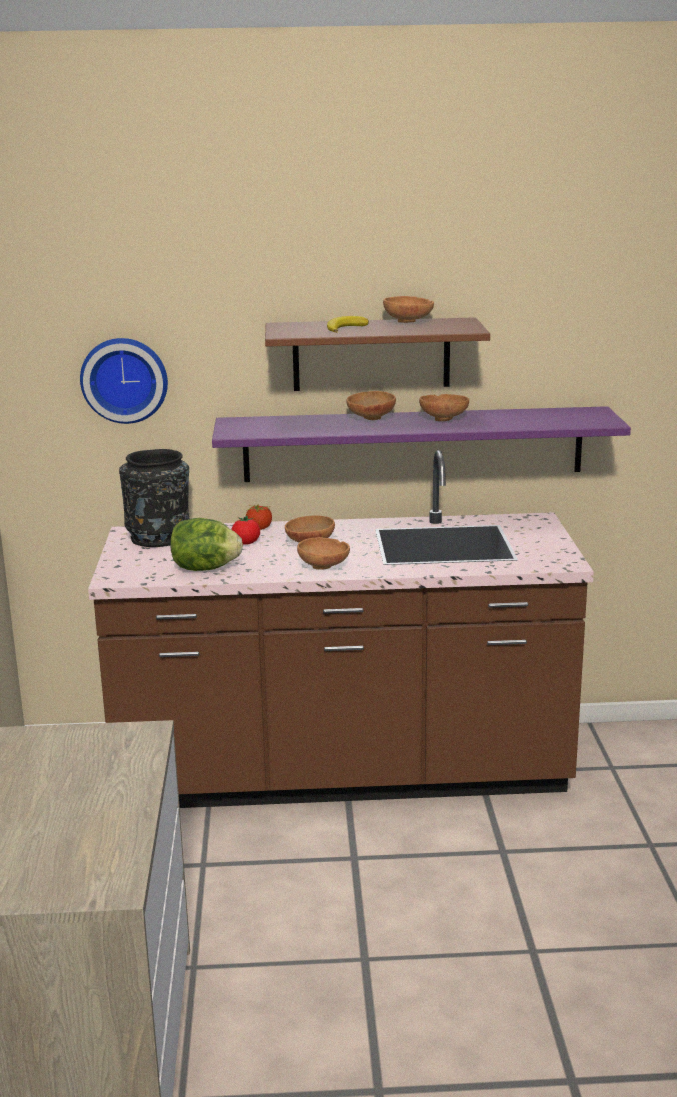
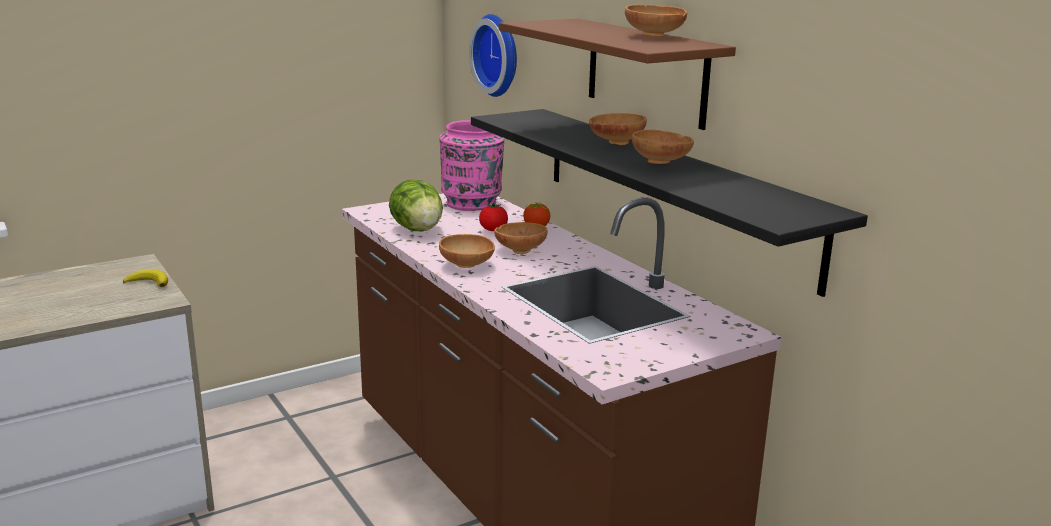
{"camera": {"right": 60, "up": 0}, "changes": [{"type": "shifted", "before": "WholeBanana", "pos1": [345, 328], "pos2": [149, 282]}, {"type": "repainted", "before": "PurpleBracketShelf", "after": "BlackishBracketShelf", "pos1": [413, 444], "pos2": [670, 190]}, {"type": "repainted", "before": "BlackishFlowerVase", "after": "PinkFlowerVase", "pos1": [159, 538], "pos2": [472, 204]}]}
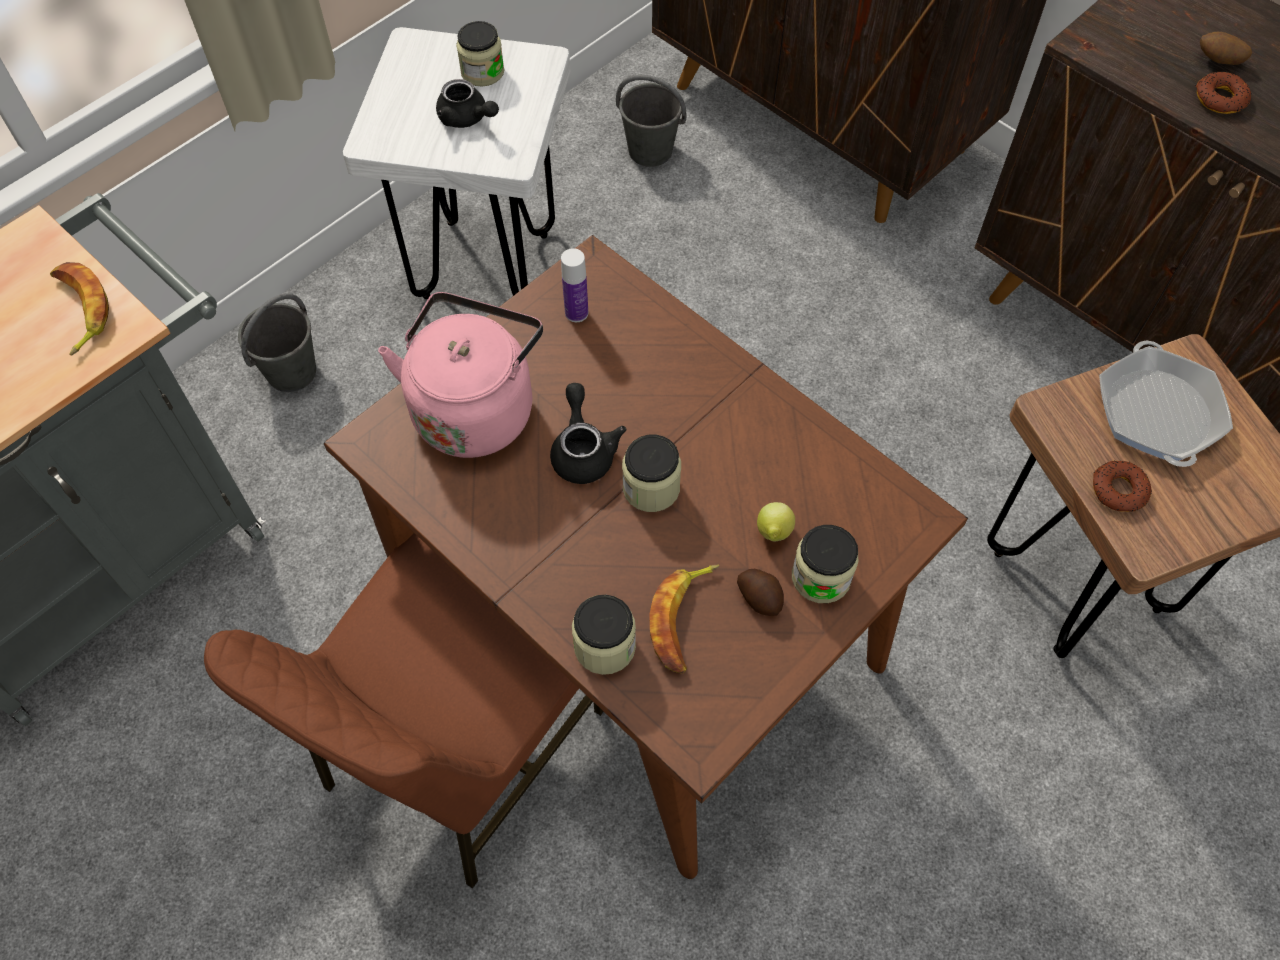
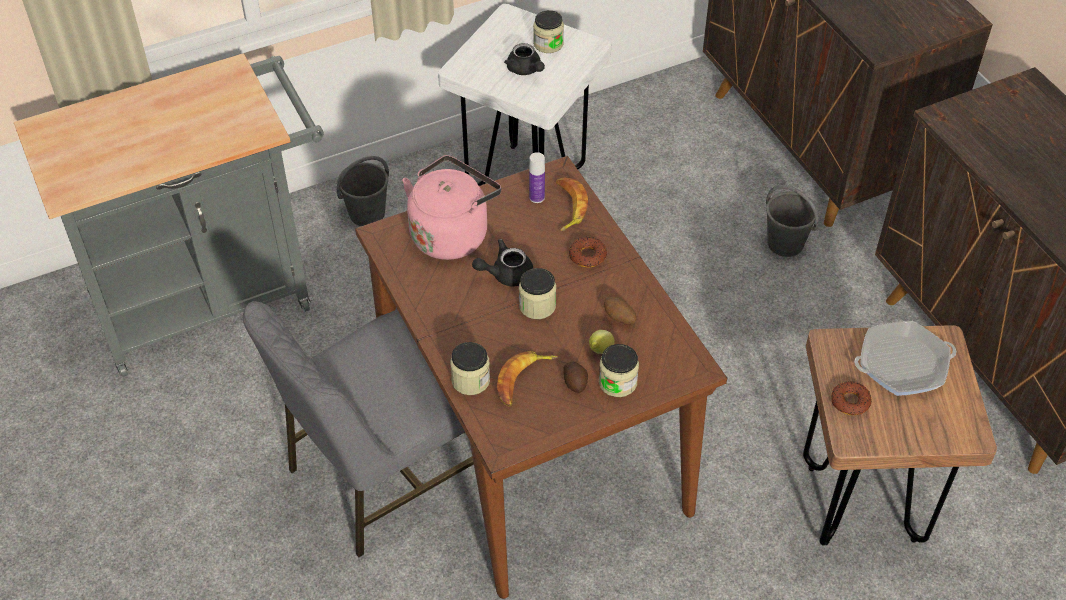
{"camera": {"right": 20, "up": -10}, "changes": [{"type": "shifted", "before": "WholePotato", "pos1": [1218, 61], "pos2": [619, 318]}, {"type": "shifted", "before": "Doughnut", "pos1": [1220, 99], "pos2": [587, 256]}, {"type": "shifted", "before": "GreyWaterBucket", "pos1": [651, 151], "pos2": [786, 244]}, {"type": "shifted", "before": "WholeBanana", "pos1": [79, 310], "pos2": [568, 206]}, {"type": "rotated", "before": "Skillet", "pos1": [1157, 412], "pos2": [902, 364], "turn": -120}, {"type": "rotated", "before": "BlackishTeapot", "pos1": [583, 450], "pos2": [506, 274], "turn": -120}, {"type": "repainted", "before": "BrownColouredPlainChair", "after": "GreyPlainChair", "pos1": [458, 749], "pos2": [383, 474]}]}
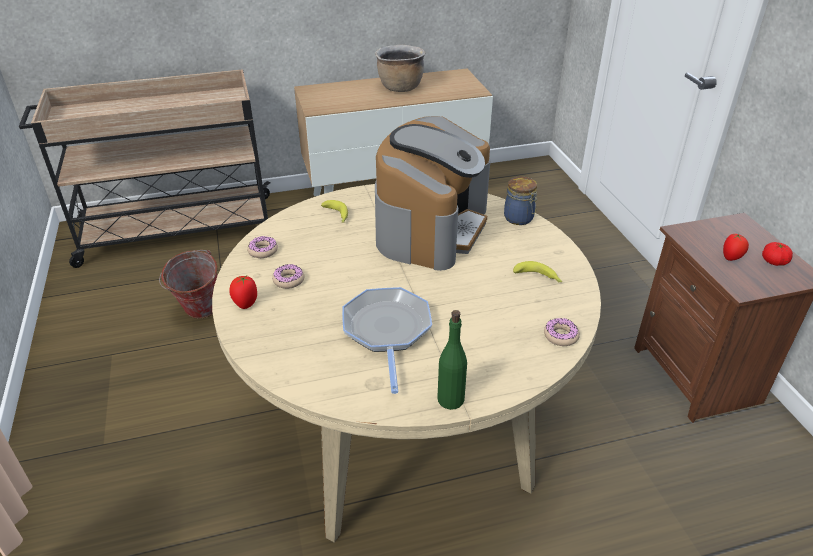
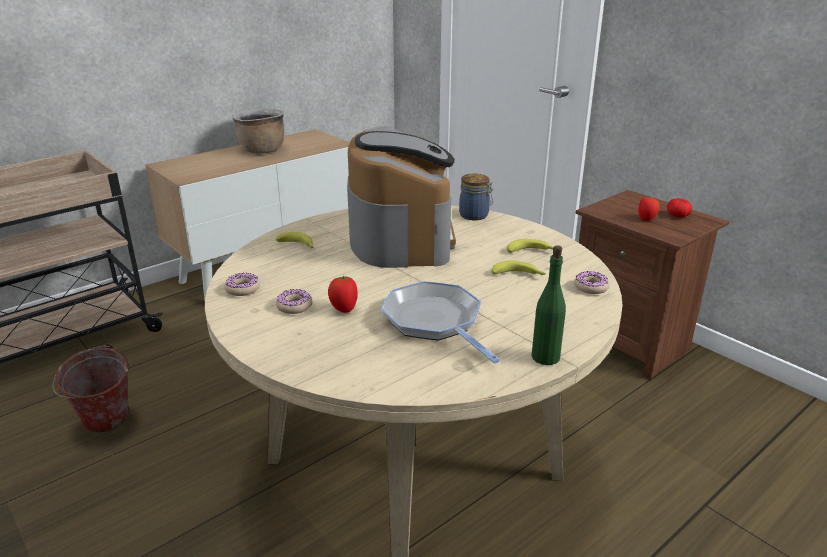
{"camera": {"right": -25, "up": -10}, "changes": [{"type": "shifted", "before": "FreshTomato", "pos1": [246, 303], "pos2": [343, 309]}, {"type": "new", "after": "WholeBanana", "pos2": [518, 275]}]}
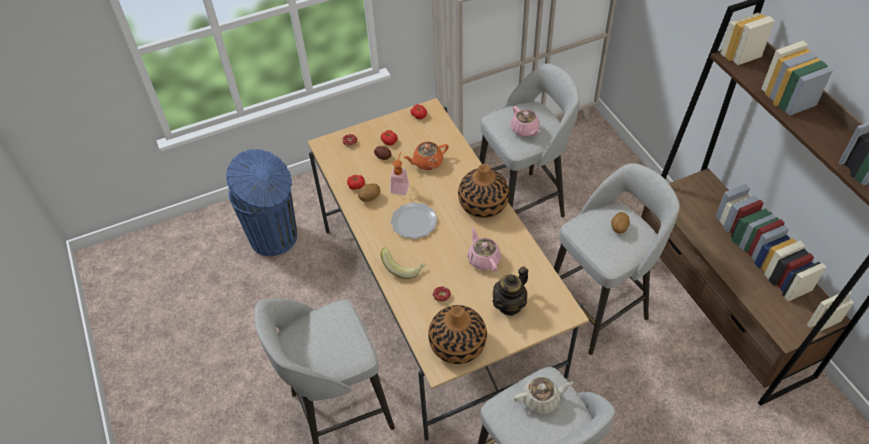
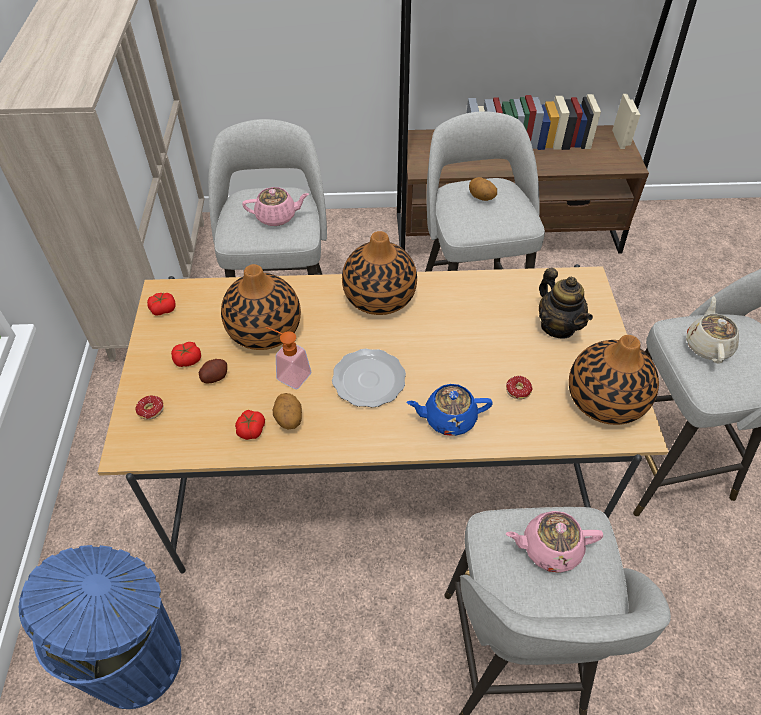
{"camera": {"right": -70, "up": 0}, "changes": [{"type": "swapped", "before": "OrangeyTeapot", "after": "FlowerVase", "pos1": [427, 162], "pos2": [264, 329]}, {"type": "shifted", "before": "PinkTeapot", "pos1": [483, 259], "pos2": [549, 548]}, {"type": "swapped", "before": "WholeBanana", "after": "BlueTeapot", "pos1": [403, 267], "pos2": [448, 418]}]}
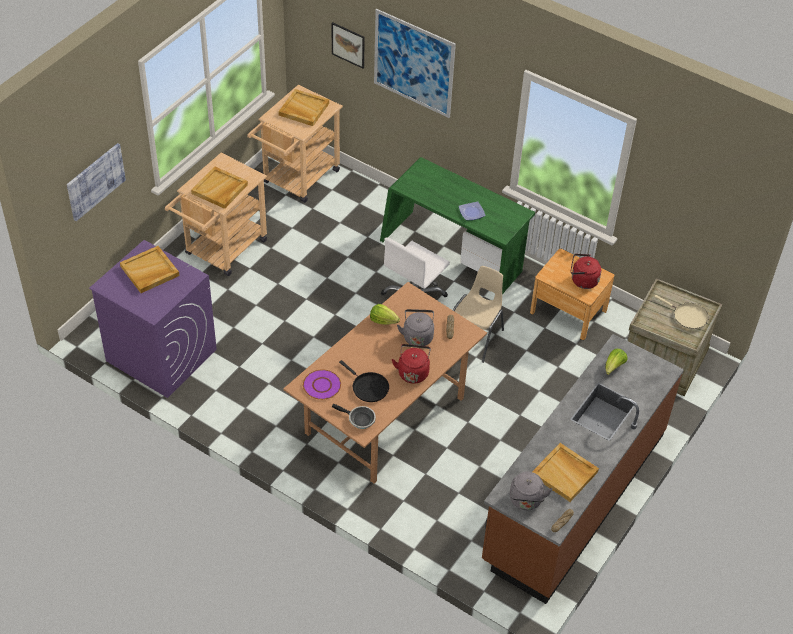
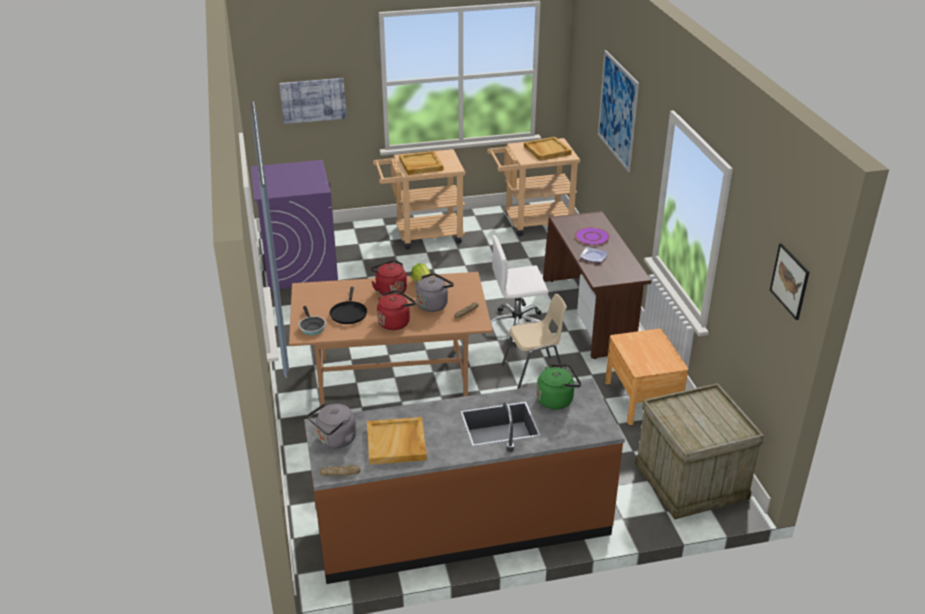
{"camera": {"right": 45, "up": -15}, "changes": [{"type": "shifted", "before": "WallArt", "pos1": [348, 45], "pos2": [790, 281]}, {"type": "repainted", "before": "GreenishDesk", "after": "BrownColouredDesk", "pos1": [452, 255], "pos2": [589, 316]}, {"type": "gone", "before": "BeigeColouredServingTray", "pos1": [149, 271]}, {"type": "shifted", "before": "RedColouredTeaKettle", "pos1": [582, 281], "pos2": [390, 290]}, {"type": "gone", "before": "BeigeColouredSkillet", "pos1": [687, 316]}, {"type": "swapped", "before": "LettuceHead", "after": "GreenishTeaKettle", "pos1": [613, 367], "pos2": [557, 400]}, {"type": "shifted", "before": "PurplePlate", "pos1": [322, 385], "pos2": [592, 237]}]}
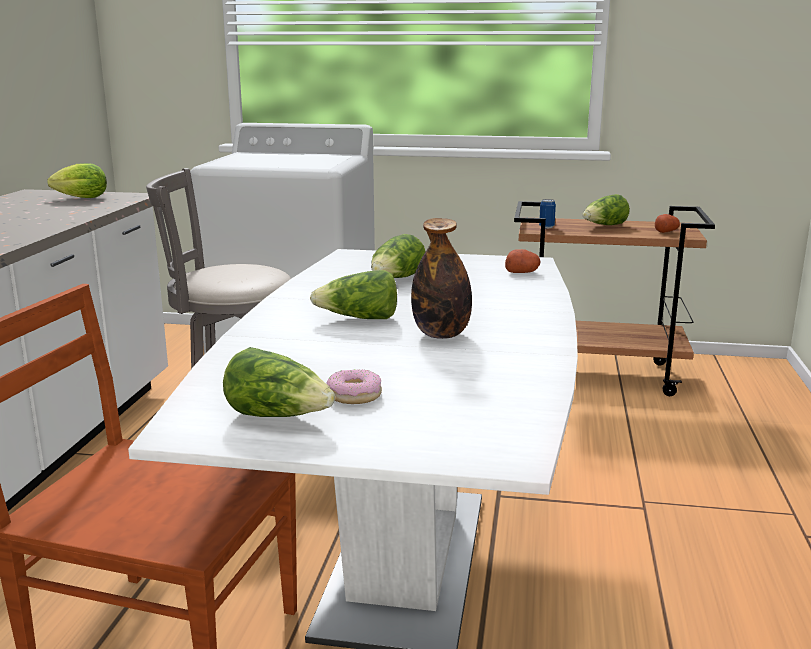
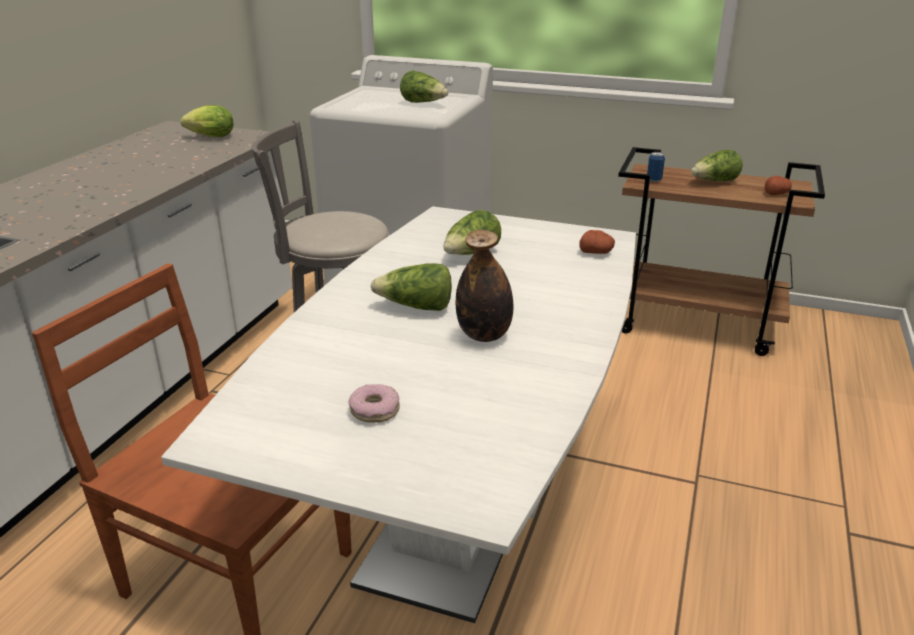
{"camera": {"right": 10, "up": 10}, "changes": [{"type": "shifted", "before": "LettuceHead", "pos1": [278, 416], "pos2": [424, 103]}]}
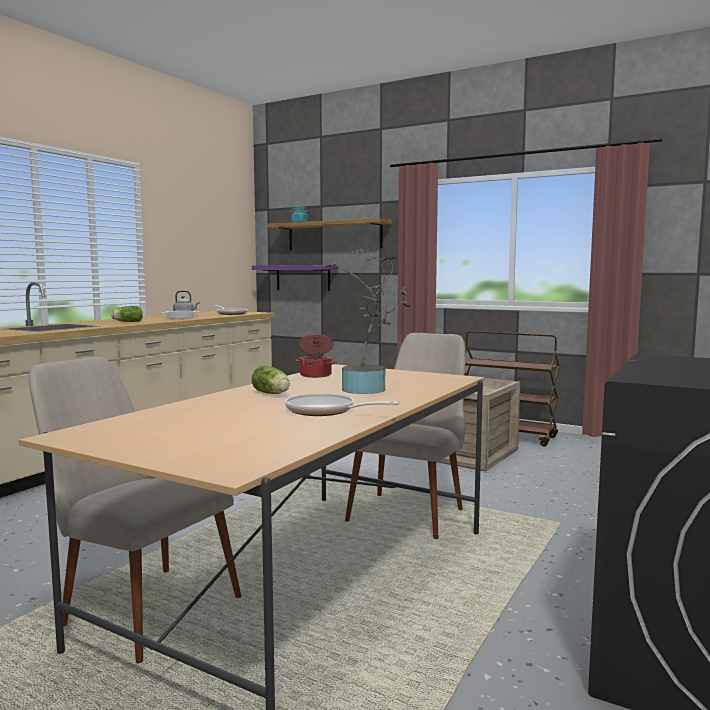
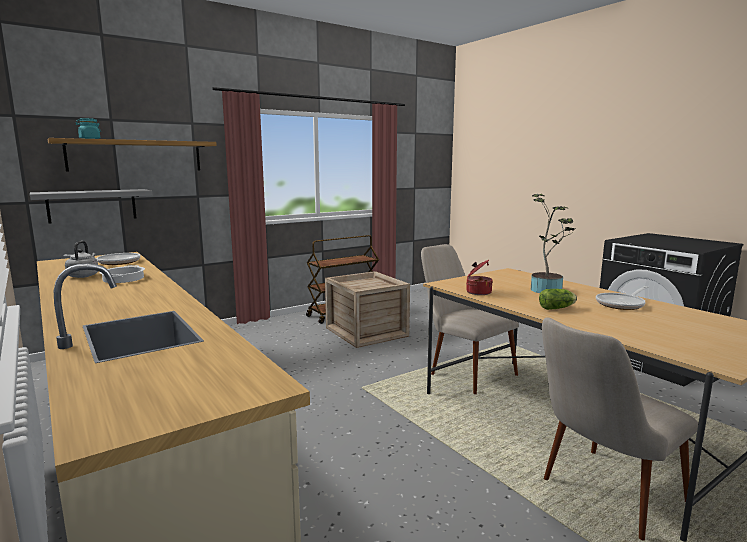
{"camera": {"right": -65, "up": 5}, "changes": [{"type": "repainted", "before": "PurpleBracketShelf", "after": "GreyBracketShelf", "pos1": [303, 278], "pos2": [92, 205]}, {"type": "gone", "before": "LettuceHead", "pos1": [127, 322]}]}
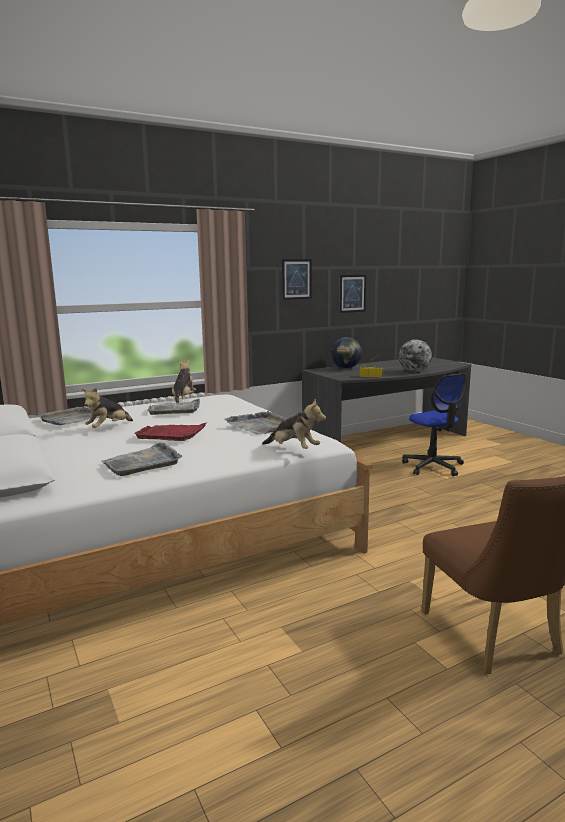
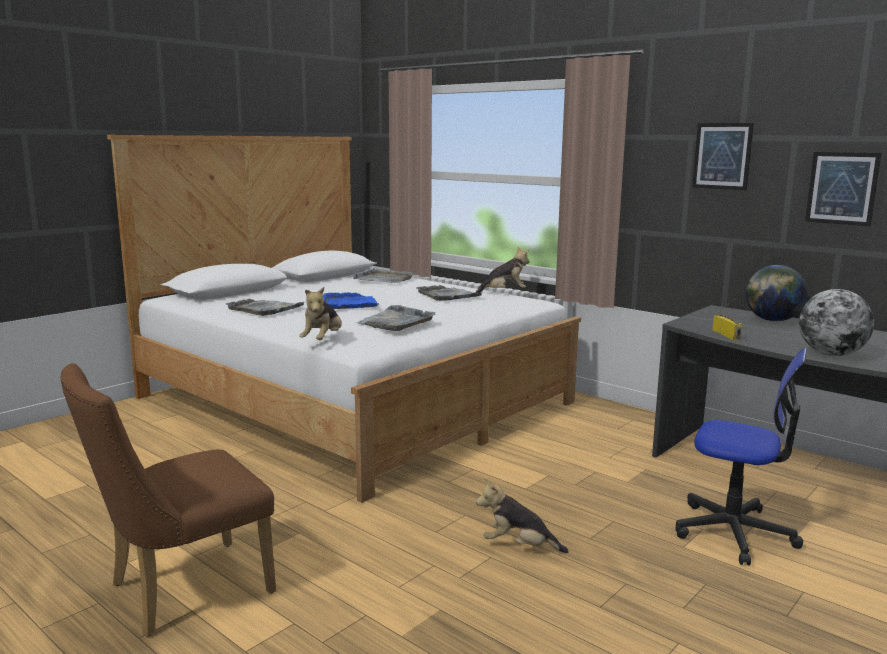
{"camera": {"right": 70, "up": 0}, "changes": [{"type": "rotated", "before": "ComputerChair", "pos1": [433, 466], "pos2": [734, 532], "turn": -105}, {"type": "shifted", "before": "CuddlyToy", "pos1": [108, 428], "pos2": [518, 546]}, {"type": "repainted", "before": "RedColouredServingTray", "after": "BlueServingTray", "pos1": [172, 434], "pos2": [349, 304]}]}
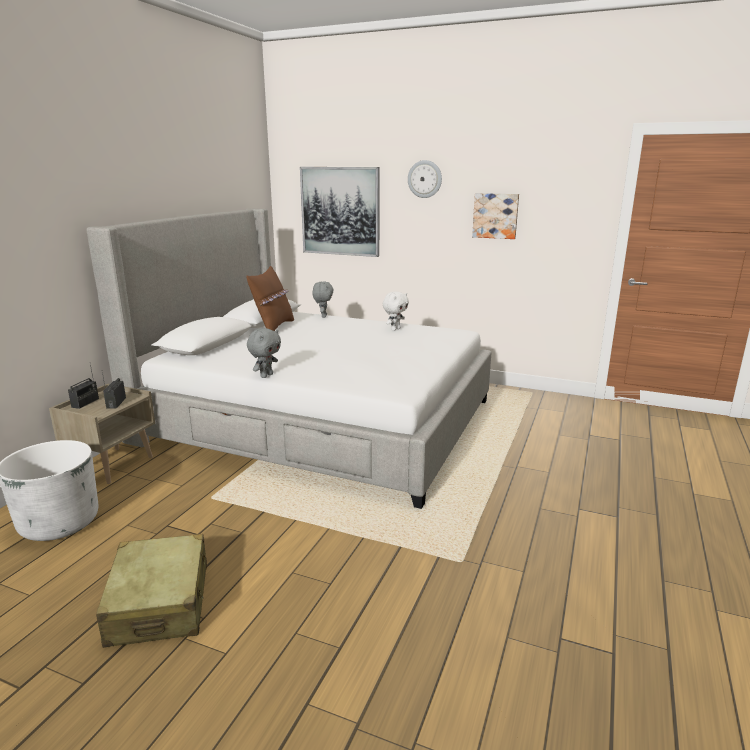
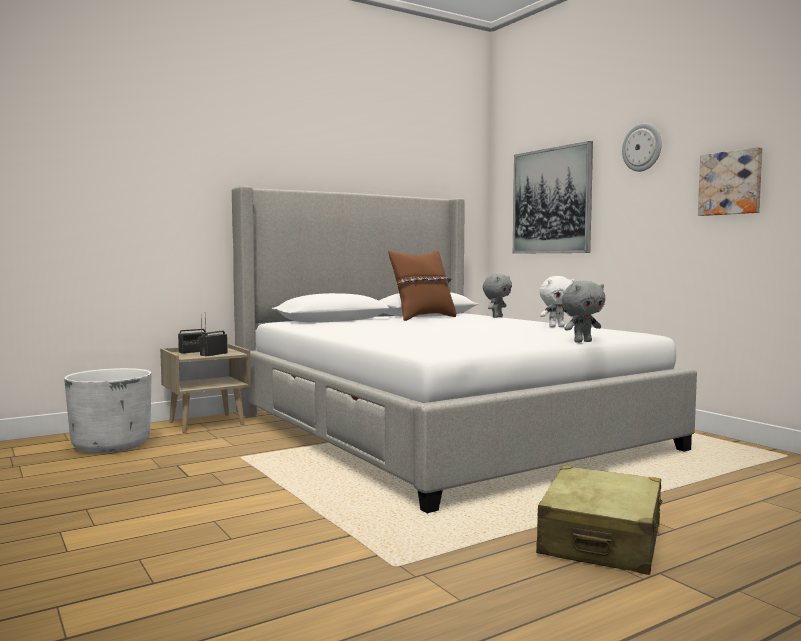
{"camera": {"right": 35, "up": -15}, "changes": [{"type": "shifted", "before": "GreyCuddlyToy", "pos1": [266, 375], "pos2": [582, 341]}, {"type": "shifted", "before": "BeigeColouredSuitcase", "pos1": [160, 603], "pos2": [601, 540]}]}
